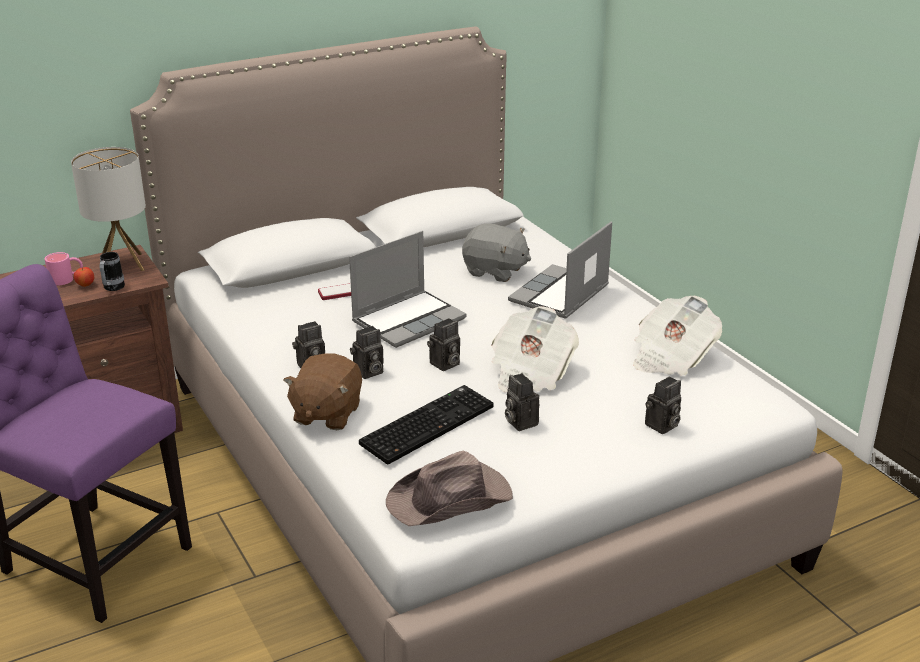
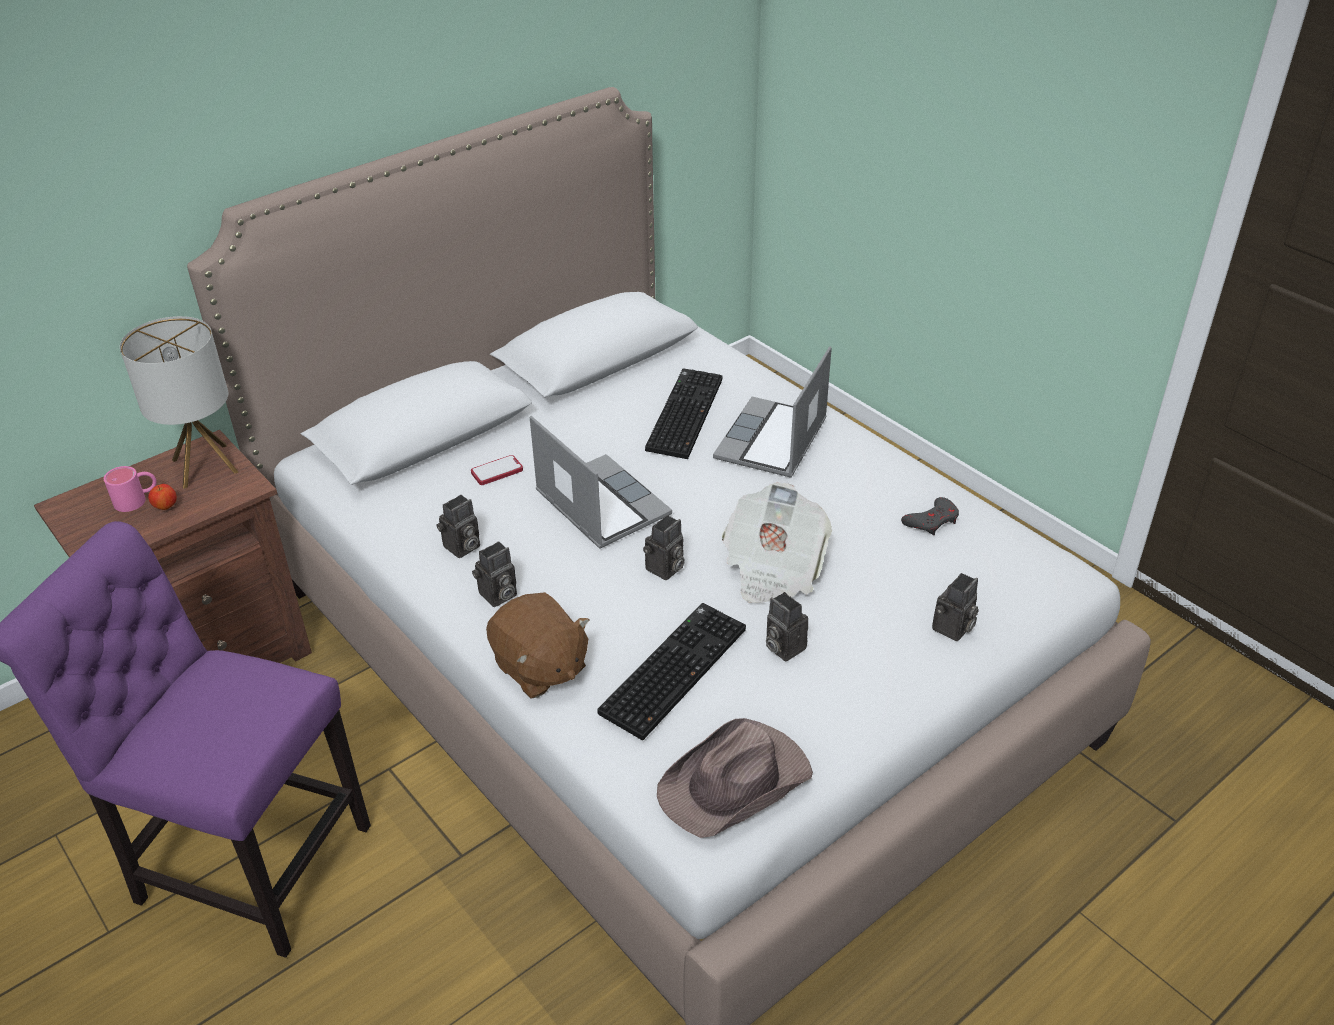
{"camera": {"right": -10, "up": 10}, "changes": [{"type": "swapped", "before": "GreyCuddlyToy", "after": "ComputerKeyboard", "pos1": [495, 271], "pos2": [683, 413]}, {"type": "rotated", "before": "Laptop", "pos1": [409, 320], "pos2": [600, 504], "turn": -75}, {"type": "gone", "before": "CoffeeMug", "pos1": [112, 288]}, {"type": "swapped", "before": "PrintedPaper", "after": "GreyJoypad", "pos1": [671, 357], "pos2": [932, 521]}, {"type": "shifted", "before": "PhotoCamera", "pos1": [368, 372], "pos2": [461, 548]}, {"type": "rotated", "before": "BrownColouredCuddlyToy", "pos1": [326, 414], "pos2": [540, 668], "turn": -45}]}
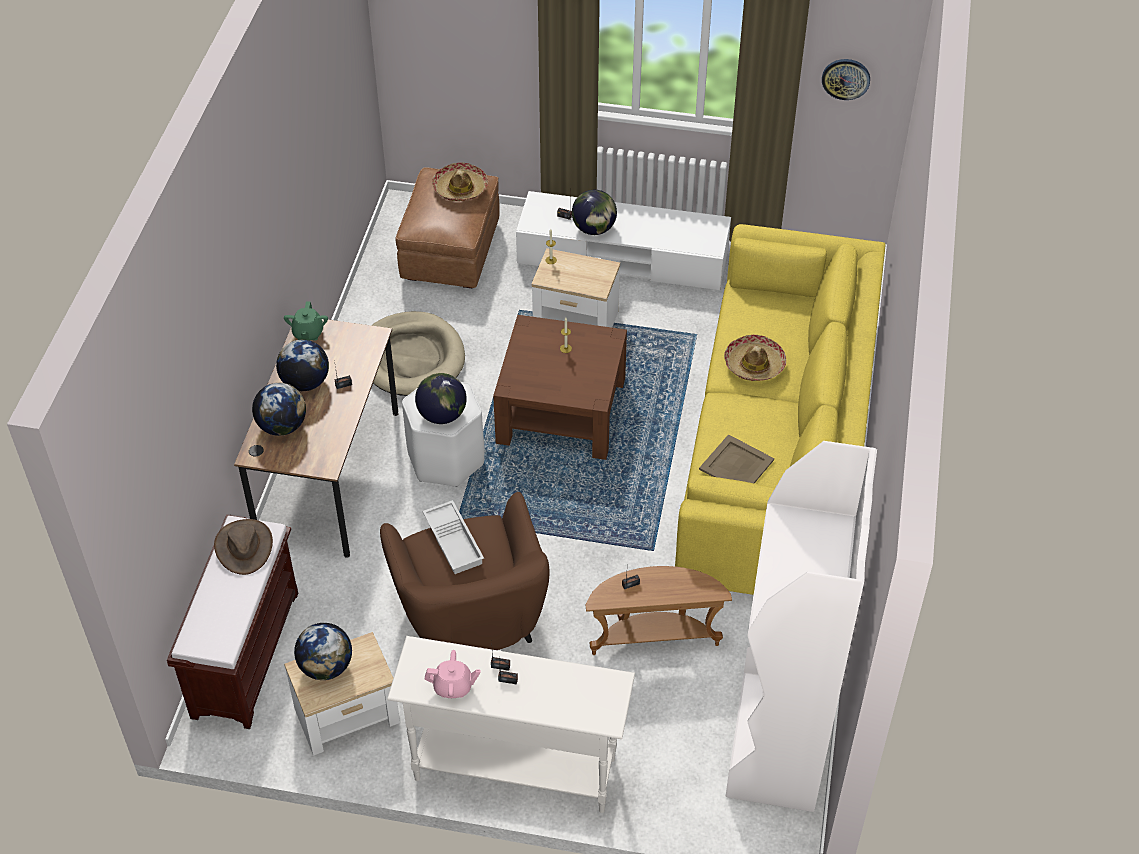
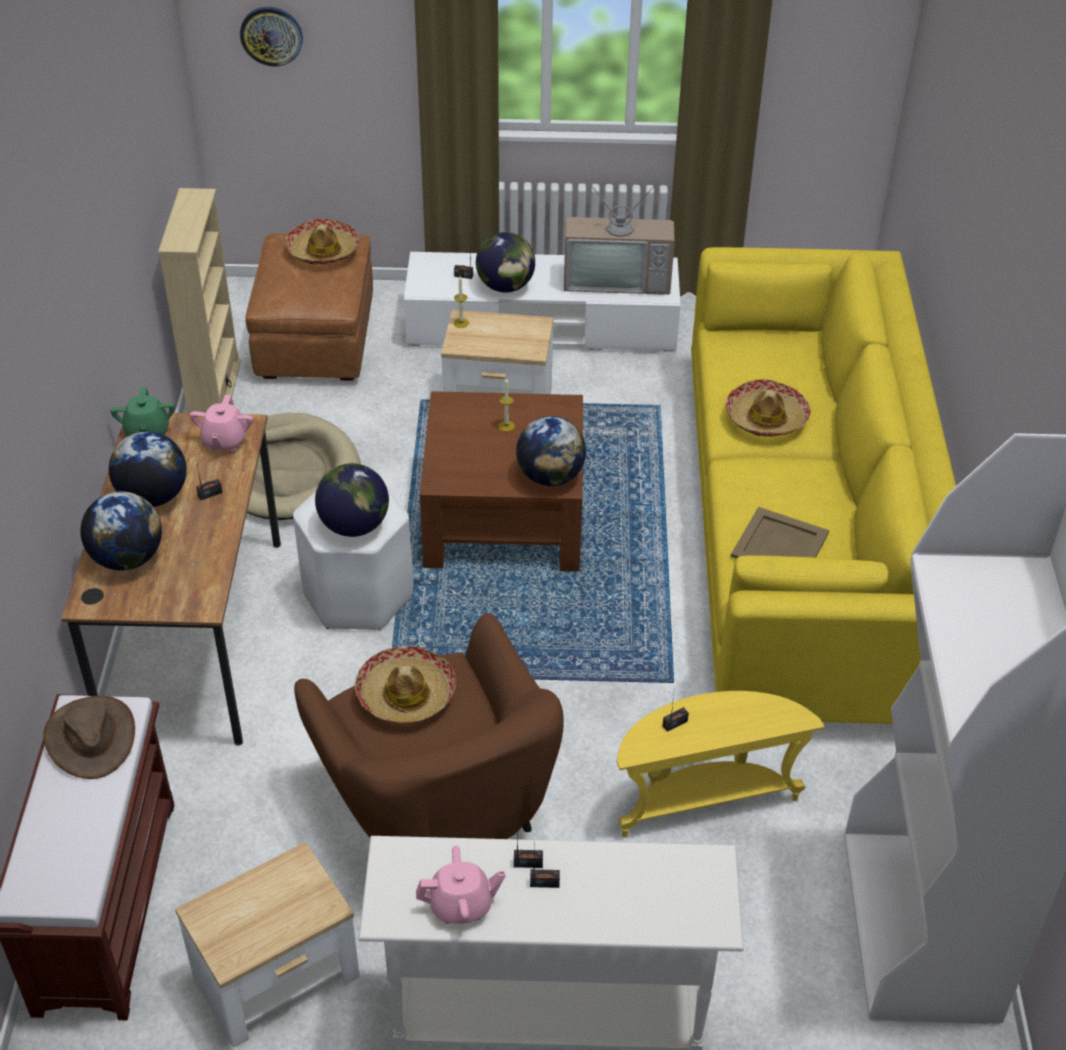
{"camera": {"right": -10, "up": -5}, "changes": [{"type": "shifted", "before": "ClockOnTheWall", "pos1": [846, 78], "pos2": [271, 35]}, {"type": "swapped", "before": "WhiteServingTray", "after": "Hat", "pos1": [455, 541], "pos2": [405, 694]}, {"type": "repainted", "before": "BrownColouredSideTable", "after": "YellowSideTable", "pos1": [653, 636], "pos2": [703, 799]}, {"type": "shifted", "before": "WorldGlobe", "pos1": [326, 667], "pos2": [550, 476]}, {"type": "new", "after": "Tv", "pos2": [617, 278]}, {"type": "new", "after": "BeigeColouredBookcase", "pos2": [215, 393]}, {"type": "new", "after": "PinkTeapot", "pos2": [225, 441]}]}
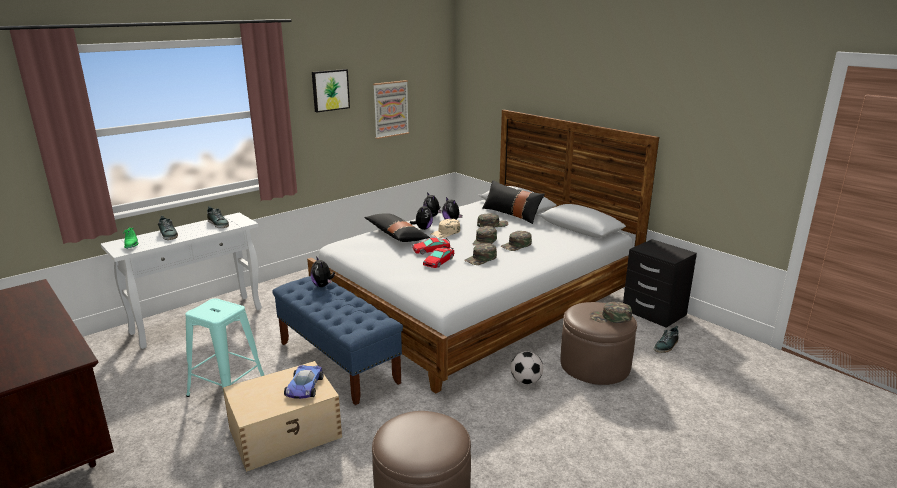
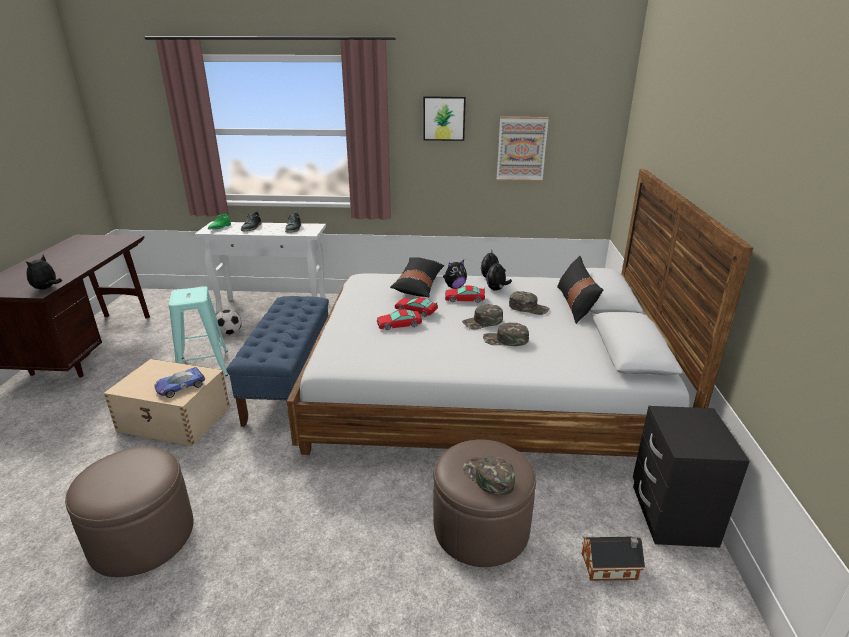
{"camera": {"right": 45, "up": 5}, "changes": [{"type": "swapped", "before": "BeigeColouredBaseballCap", "after": "MiniatureCar", "pos1": [446, 232], "pos2": [464, 299]}, {"type": "gone", "before": "GreenishBaseballCap", "pos1": [481, 259]}, {"type": "shifted", "before": "CuddlyToy", "pos1": [323, 285], "pos2": [46, 288]}, {"type": "swapped", "before": "Shoe", "after": "MiniatureHouse", "pos1": [666, 346], "pos2": [611, 567]}, {"type": "shifted", "before": "Football", "pos1": [526, 381], "pos2": [230, 333]}]}
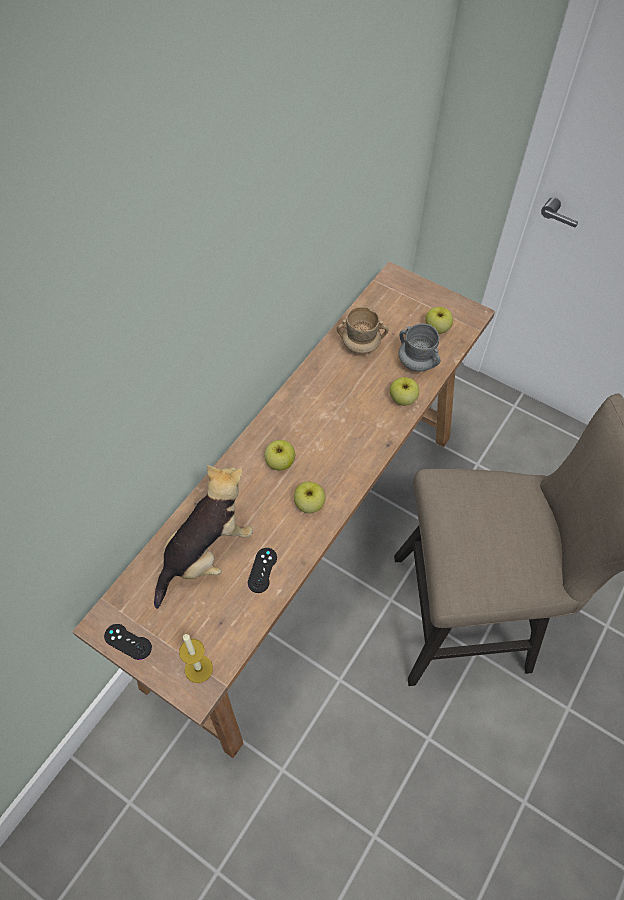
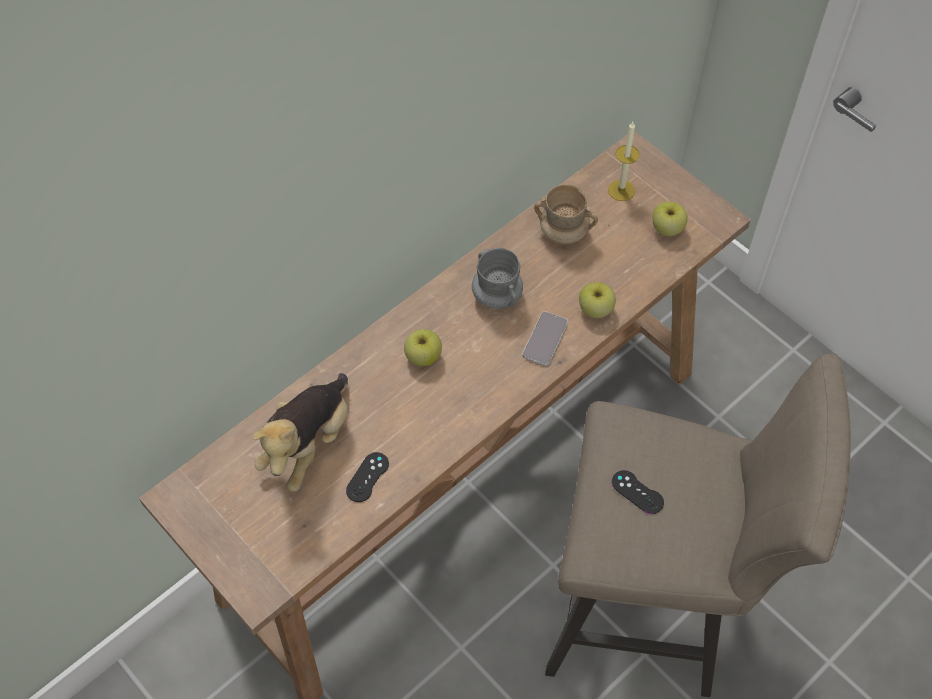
{"camera": {"right": 15, "up": 0}, "changes": [{"type": "shifted", "before": "GreyCoffeeMug", "pos1": [416, 363], "pos2": [496, 296]}, {"type": "rotated", "before": "CuddlyToy", "pos1": [206, 553], "pos2": [308, 444], "turn": 150}, {"type": "gone", "before": "Apple", "pos1": [309, 504]}, {"type": "shifted", "before": "BlackishJoypad", "pos1": [128, 641], "pos2": [637, 492]}, {"type": "shifted", "before": "WaxCandle", "pos1": [198, 668], "pos2": [621, 190]}, {"type": "new", "after": "Telephone", "pos2": [545, 339]}]}
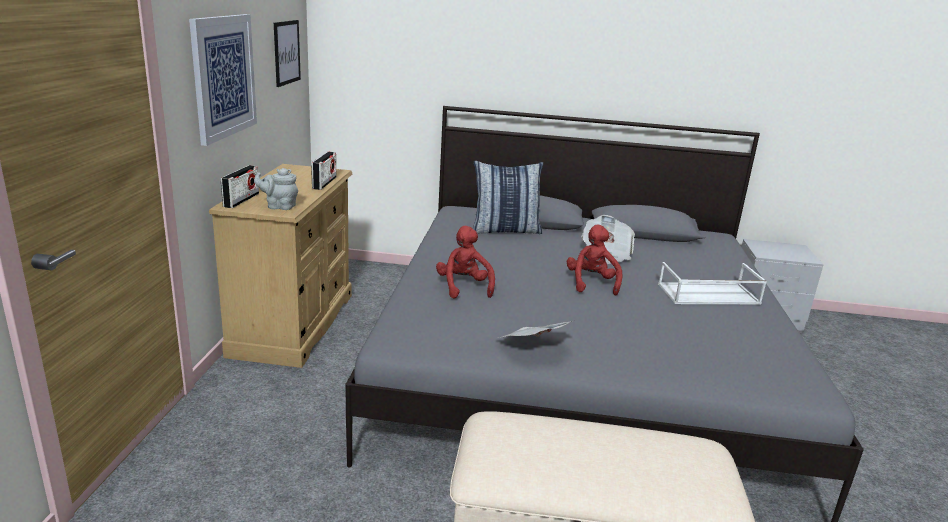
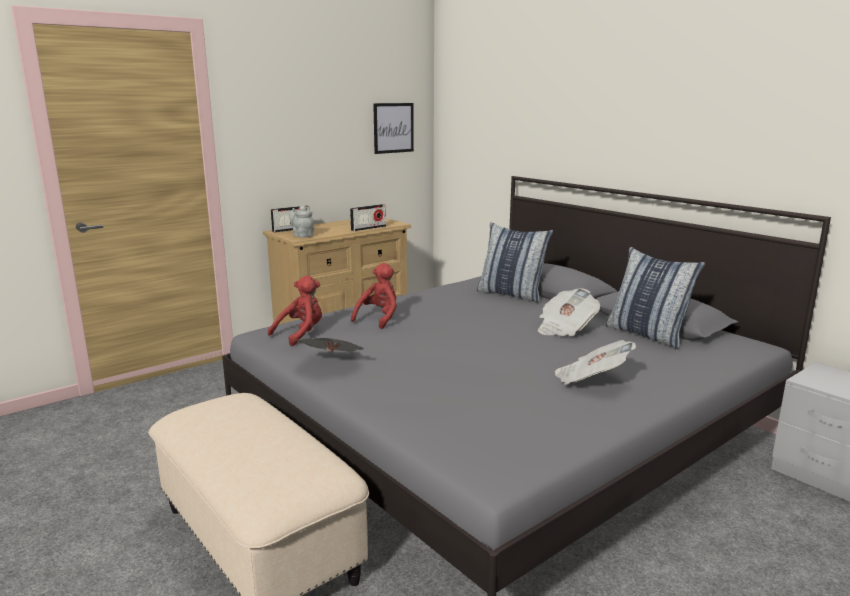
{"camera": {"right": 45, "up": -5}, "changes": [{"type": "gone", "before": "WallArt", "pos1": [224, 76]}, {"type": "shifted", "before": "RedColouredCuddlyToy", "pos1": [591, 283], "pos2": [301, 334]}, {"type": "swapped", "before": "WhiteServingTray", "after": "PrintedPaper", "pos1": [707, 294], "pos2": [591, 380]}, {"type": "new", "after": "Pillow", "pos2": [647, 334]}]}
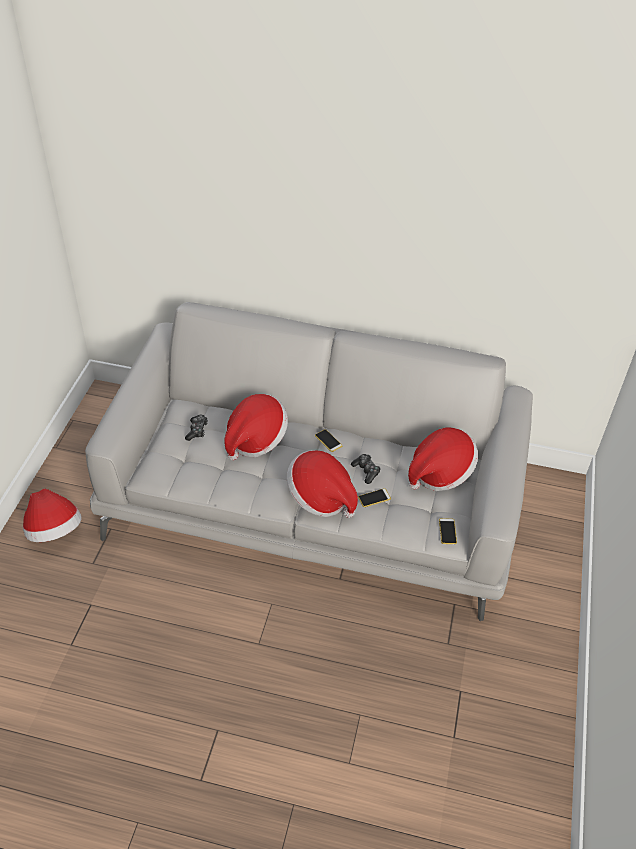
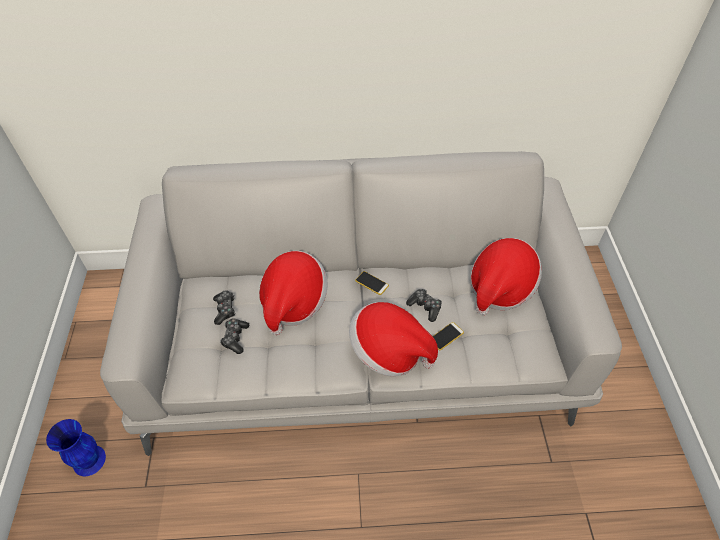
{"camera": {"right": -15, "up": 5}, "changes": [{"type": "swapped", "before": "Hat", "after": "BlueFlowerVase", "pos1": [54, 531], "pos2": [89, 460]}, {"type": "gone", "before": "Telephone", "pos1": [447, 531]}, {"type": "new", "after": "Joypad", "pos2": [235, 338]}]}
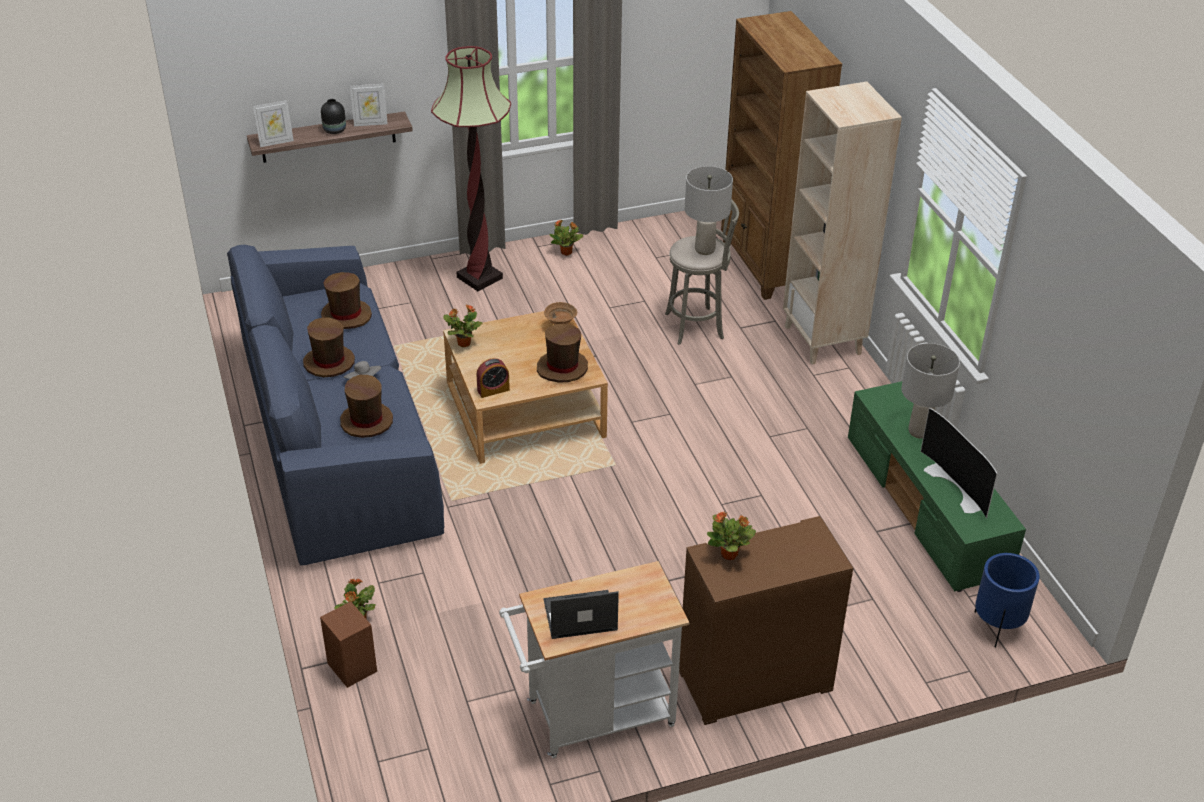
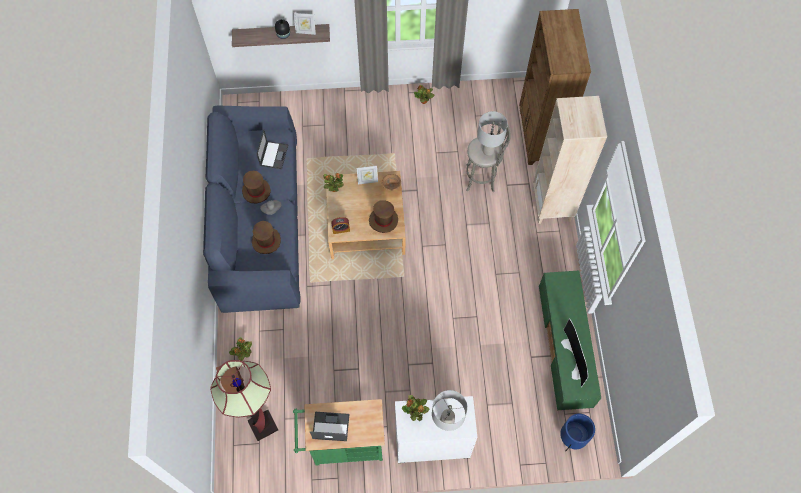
{"camera": {"right": 15, "up": 25}, "changes": [{"type": "shifted", "before": "FloorLamp", "pos1": [480, 278], "pos2": [263, 425]}, {"type": "shifted", "before": "StandingFrame", "pos1": [276, 142], "pos2": [367, 181]}, {"type": "swapped", "before": "BrownColouredHat", "after": "Laptop", "pos1": [346, 315], "pos2": [274, 155]}, {"type": "shifted", "before": "GreyTabletopLamp", "pos1": [919, 431], "pos2": [447, 422]}, {"type": "repainted", "before": "BrownColouredCabinet", "after": "WhiteCabinet", "pos1": [755, 681], "pos2": [432, 442]}, {"type": "repainted", "before": "WhiteWheeledCart", "after": "GreenishWheeledCart", "pos1": [592, 717], "pos2": [343, 444]}]}
